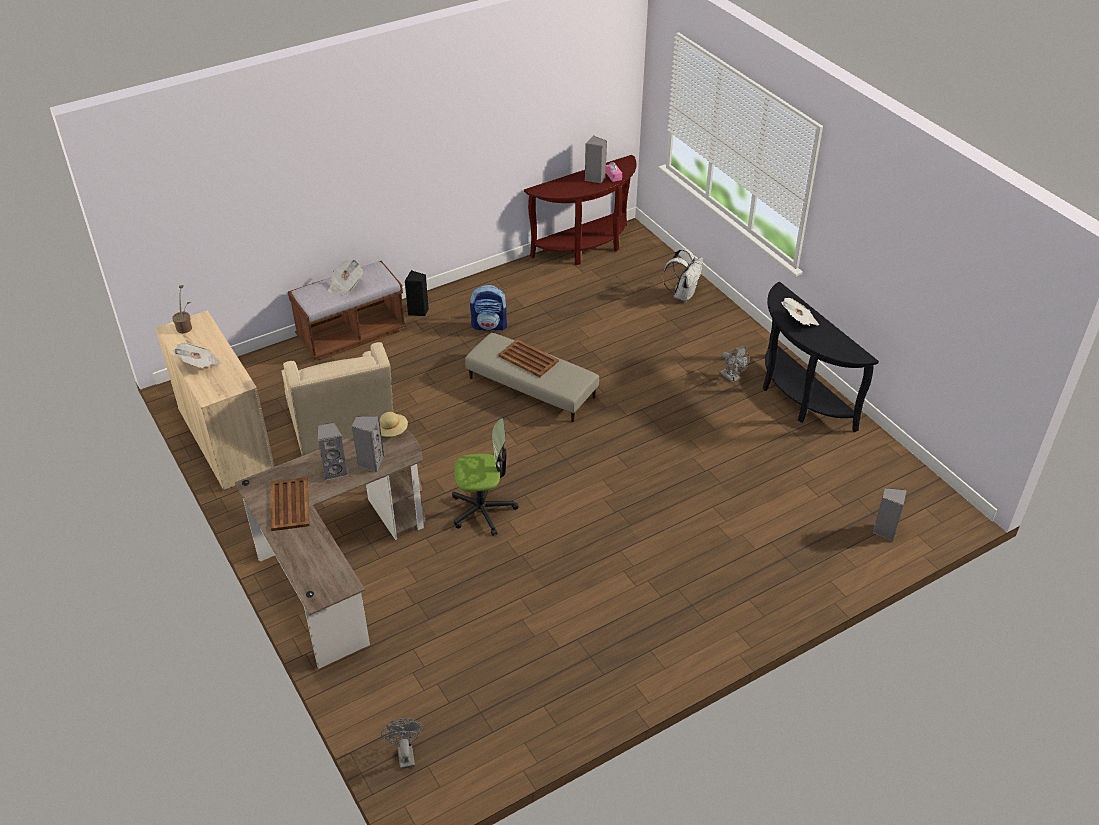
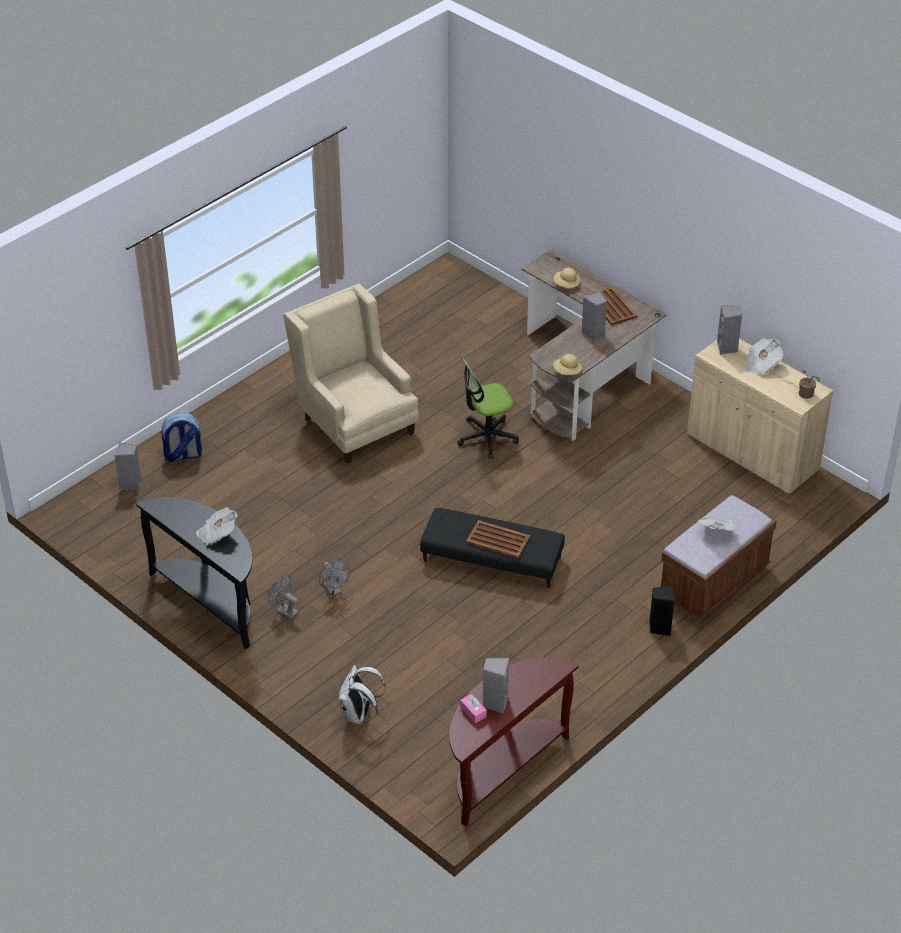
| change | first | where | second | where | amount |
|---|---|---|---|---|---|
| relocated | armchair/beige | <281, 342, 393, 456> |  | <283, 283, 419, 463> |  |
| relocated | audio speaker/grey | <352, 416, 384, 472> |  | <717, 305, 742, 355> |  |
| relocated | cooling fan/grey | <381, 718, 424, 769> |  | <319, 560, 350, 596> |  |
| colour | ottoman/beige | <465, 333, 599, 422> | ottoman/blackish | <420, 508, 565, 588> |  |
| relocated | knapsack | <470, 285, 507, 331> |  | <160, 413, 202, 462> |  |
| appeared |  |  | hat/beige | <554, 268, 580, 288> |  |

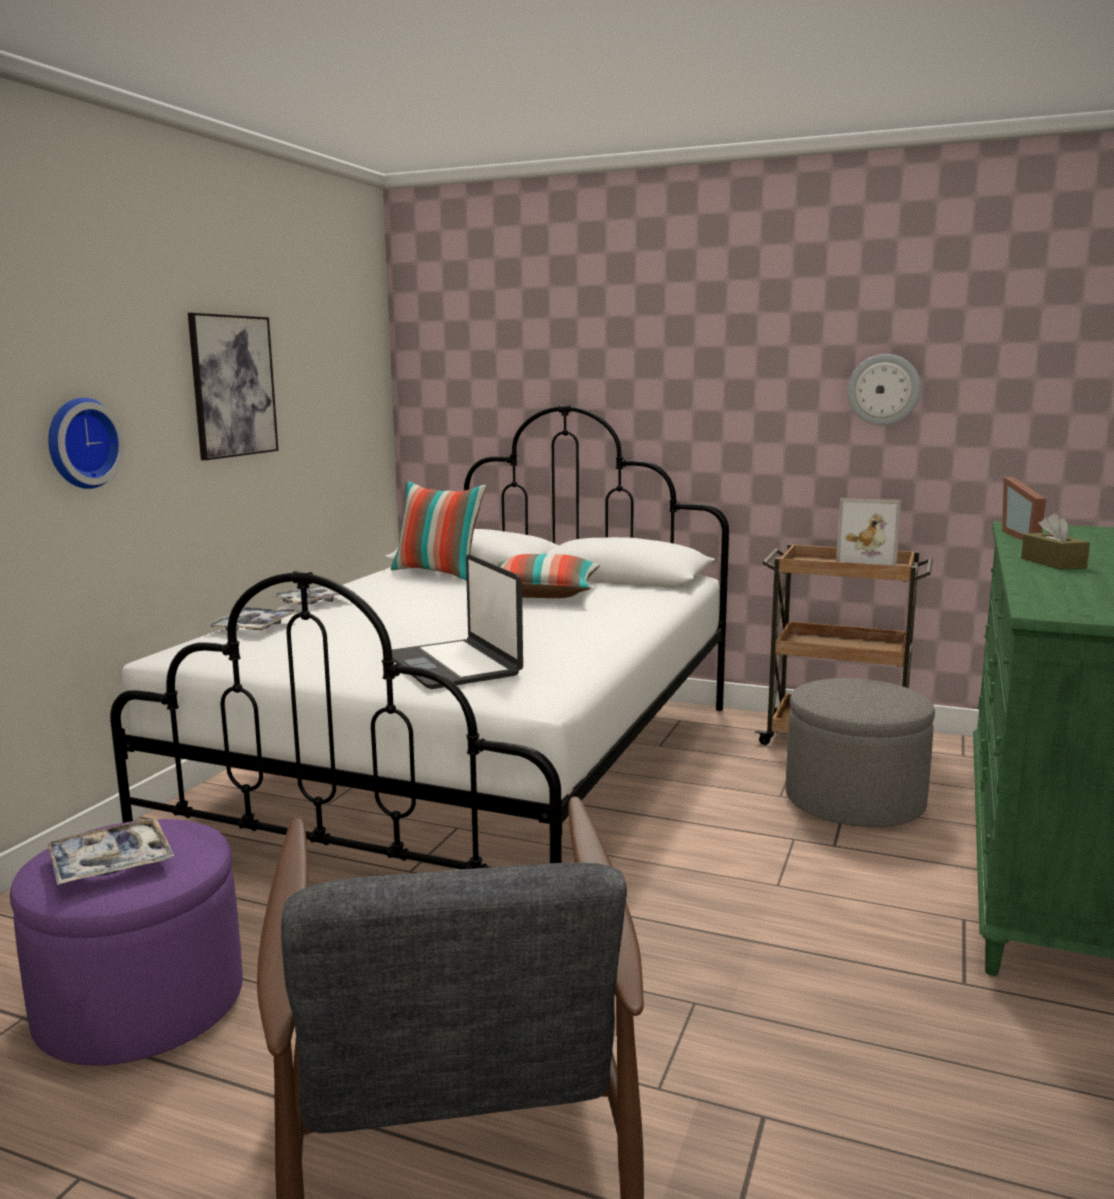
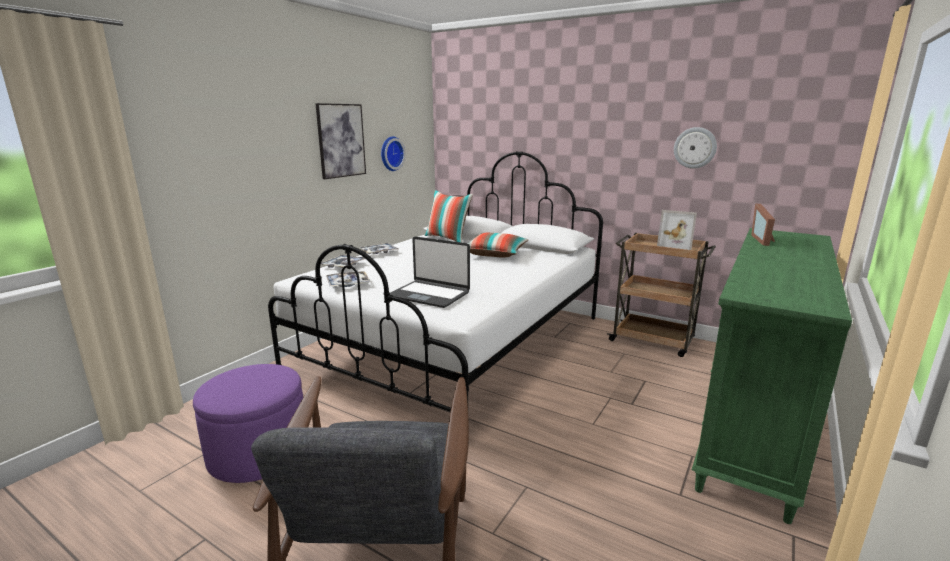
| change | first | where | second | where | amount |
|---|---|---|---|---|---|
| relocated | tray | <47, 818, 174, 885> |  | <326, 271, 371, 287> |  |
| relocated | clock on the wall | <48, 398, 125, 489> |  | <381, 136, 405, 171> |  |
| spun | portable computer | <392, 554, 523, 689> |  | <390, 237, 470, 308> | 45 degrees counterclockwise |
| missing | ottoman/grey | <786, 678, 935, 827> |  |  |  |
| missing | tissue holder/brown-coloured | <1021, 513, 1090, 569> |  |  |  |

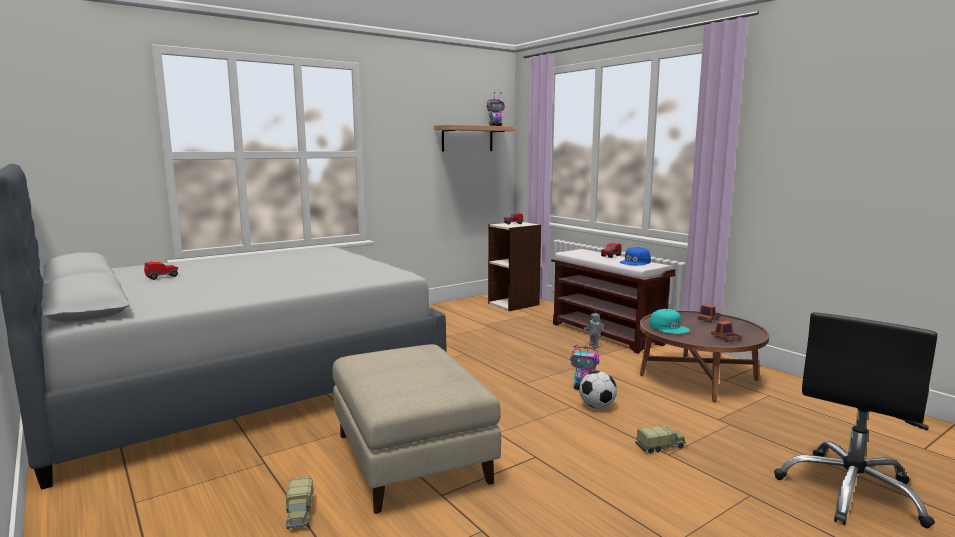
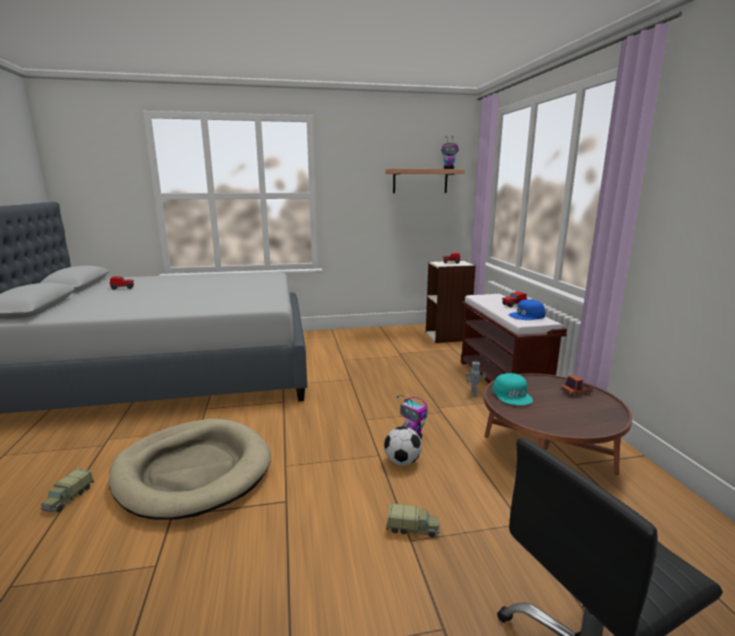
| change | first | where | second | where | amount |
|---|---|---|---|---|---|
| exchanged | ottoman/beige | <332, 344, 501, 514> | dog cushion/beige | <109, 419, 271, 520> |  |
| missing | toy lorry | <711, 321, 742, 342> |  |  |  |

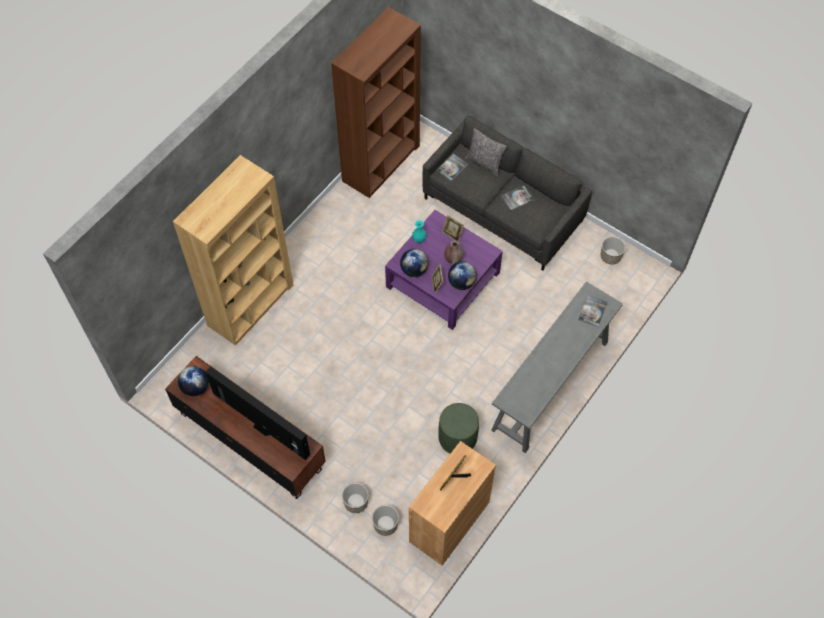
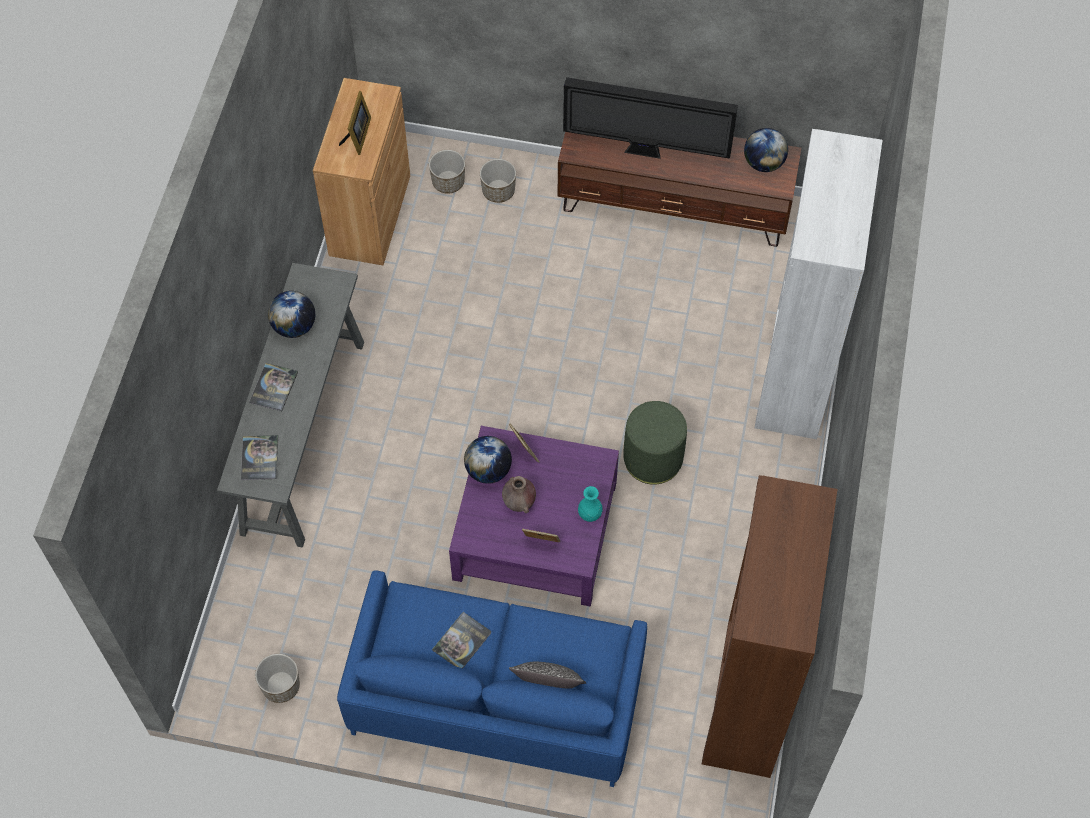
| change | first | where | second | where | amount |
|---|---|---|---|---|---|
| colour | shelving unit/brown-coloured | <173, 155, 293, 346> | shelving unit/whitish | <755, 129, 883, 439> |  |
| relocated | globe | <400, 249, 429, 277> |  | <268, 291, 315, 338> |  |
| colour | couch/grey | <423, 115, 592, 271> | couch/blue-coloured | <337, 570, 647, 787> |  |
| relocated | bound book | <436, 153, 468, 181> |  | <249, 363, 298, 411> |  |
| relocated | ottoman/green-coloured | <438, 403, 479, 454> |  | <623, 401, 687, 485> |  |

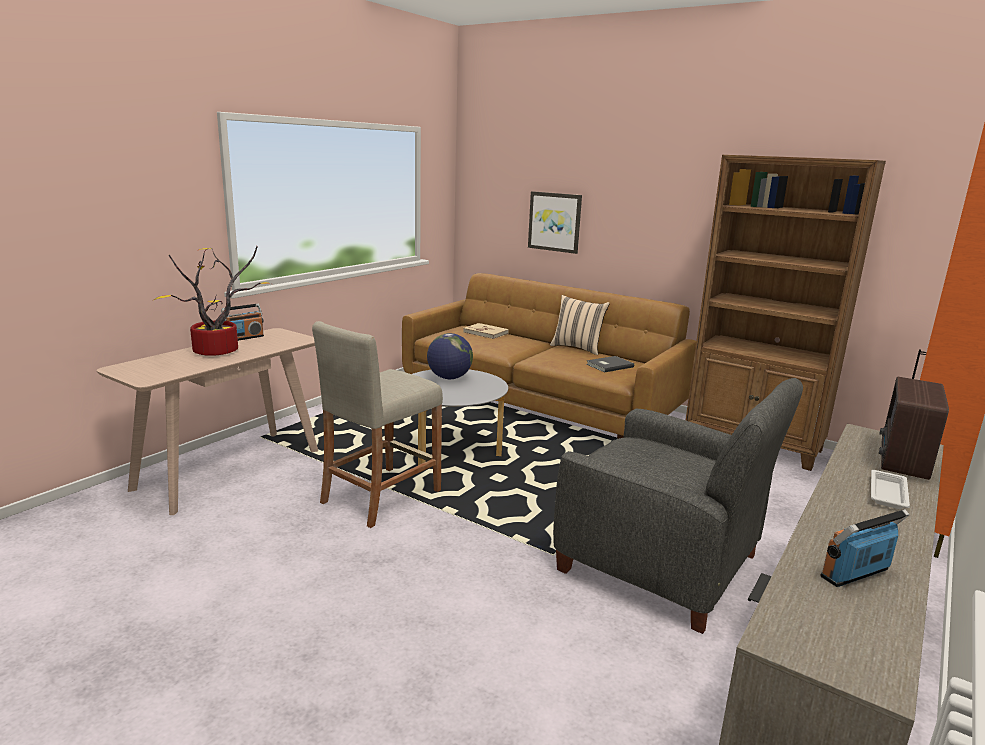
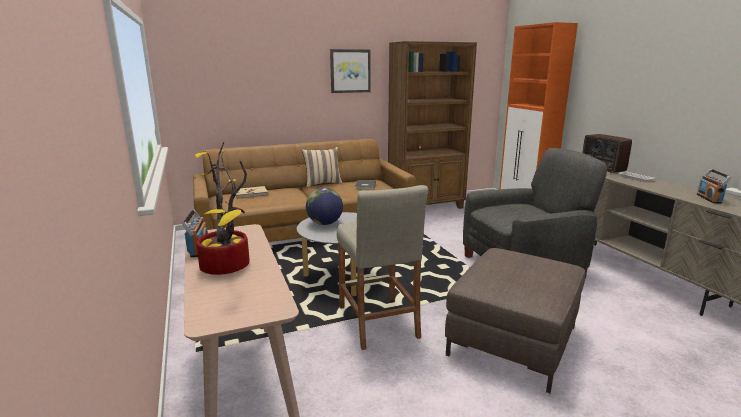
| change | first | where | second | where | amount |
|---|---|---|---|---|---|
| relocated | picture | <528, 191, 582, 254> |  | <330, 49, 371, 93> |  |
| appeared |  |  | ottoman/brown-coloured | <445, 248, 586, 393> |  |

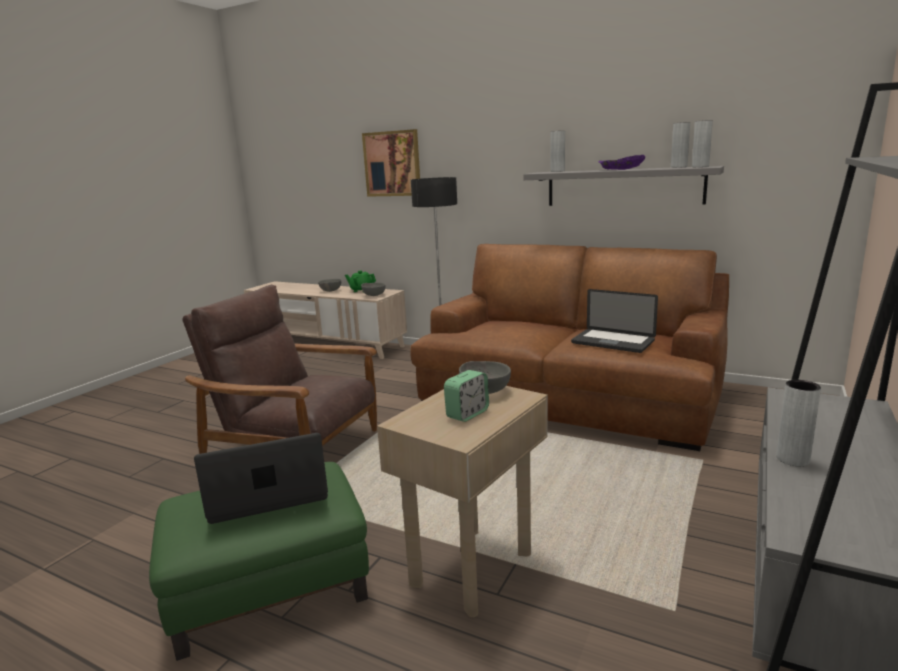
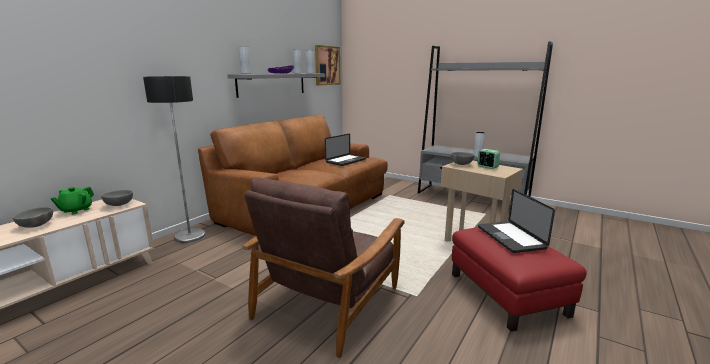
| change | first | where | second | where | amount |
|---|---|---|---|---|---|
| colour | ottoman/green-coloured | <149, 462, 369, 661> | ottoman/red-coloured | <452, 227, 587, 332> |  |
| relocated | picture | <362, 129, 420, 197> |  | <315, 45, 340, 86> |  |

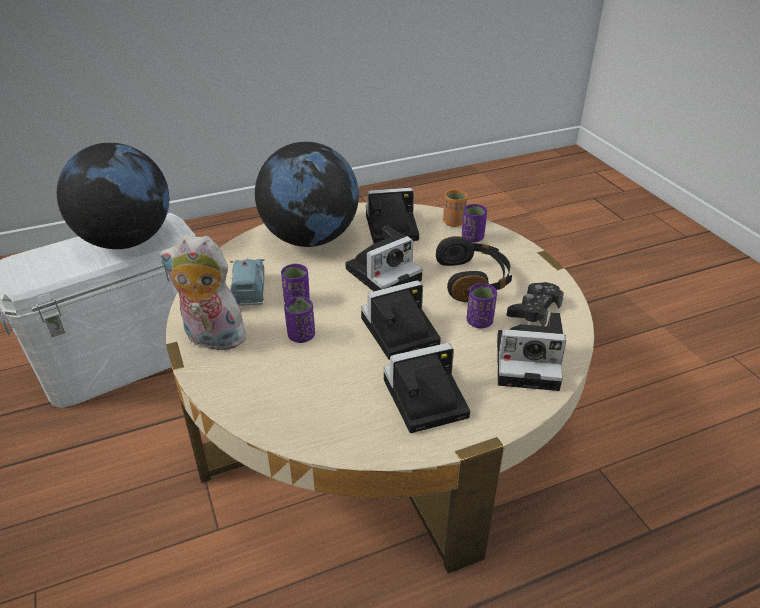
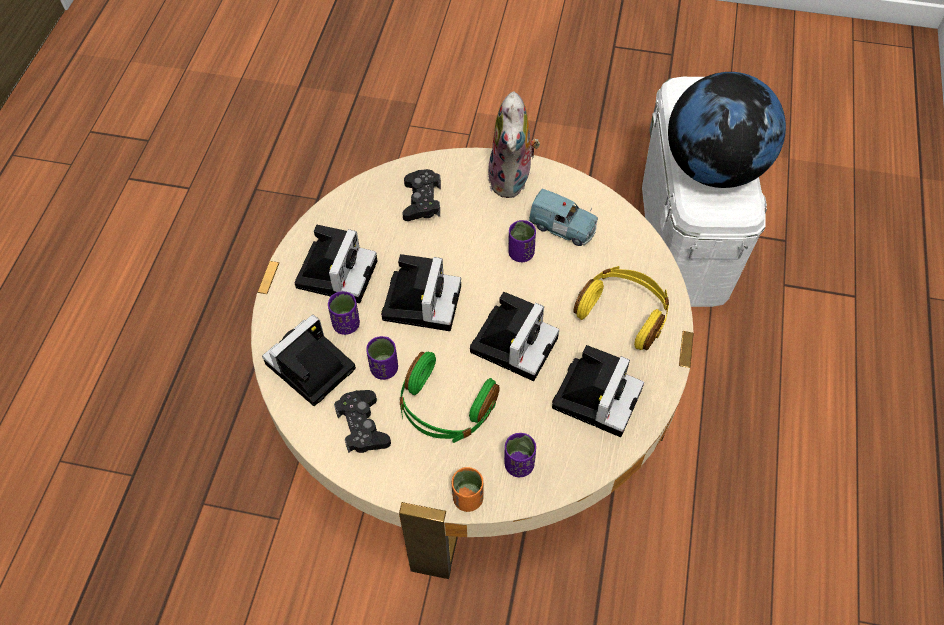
| change | first | where | second | where | amount |
|---|---|---|---|---|---|
| spun | cuddly toy | <159, 234, 253, 350> |  | <488, 92, 540, 198> | 135 degrees clockwise |
| exchanged | globe | <255, 142, 359, 247> | headset/yellow | <574, 266, 669, 350> |  |
| relocated | cup/purple | <284, 297, 315, 343> |  | <327, 291, 360, 335> |  |
| spun | still camera | <346, 226, 423, 292> |  | <470, 292, 559, 381> | 150 degrees counterclockwise |
| colour | headset/blackish | <436, 236, 512, 302> | headset/green-coloured | <400, 352, 499, 443> |  |
| relocated | cup/orangey | <443, 189, 467, 227> |  | <452, 467, 484, 512> |  |
| appeared |  |  | game controller/blackish | <402, 169, 441, 221> |  |

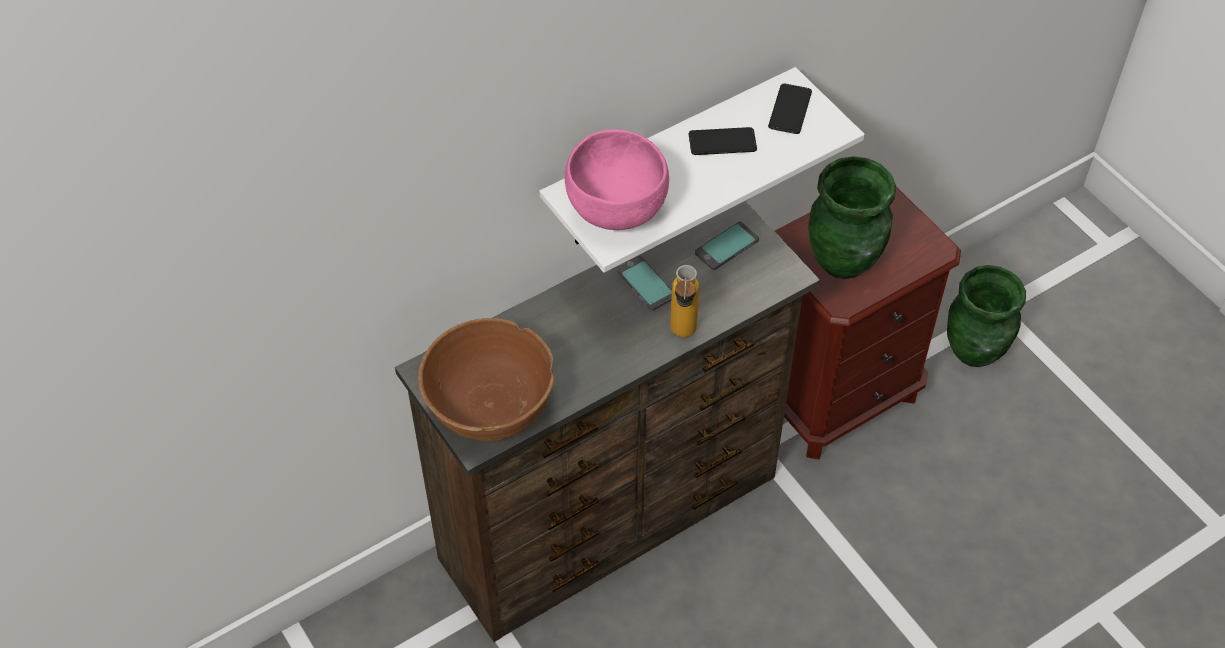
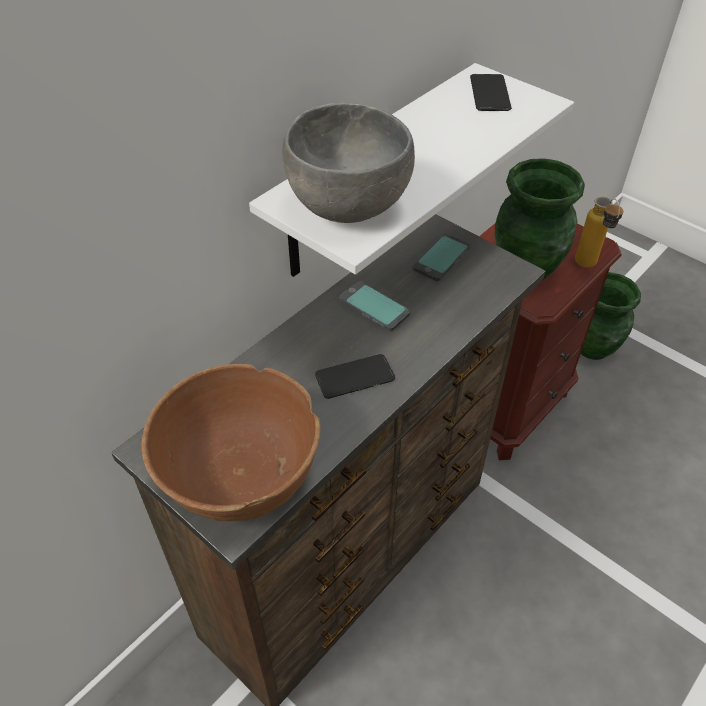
| change | first | where | second | where | amount |
|---|---|---|---|---|---|
| colour | bowl/pink | <565, 129, 669, 230> | bowl/grey | <282, 103, 415, 223> |  |
| relocated | bottle | <670, 265, 700, 337> |  | <575, 197, 623, 268> |  |
| relocated | telephone | <689, 127, 757, 155> |  | <315, 354, 395, 399> |  |

